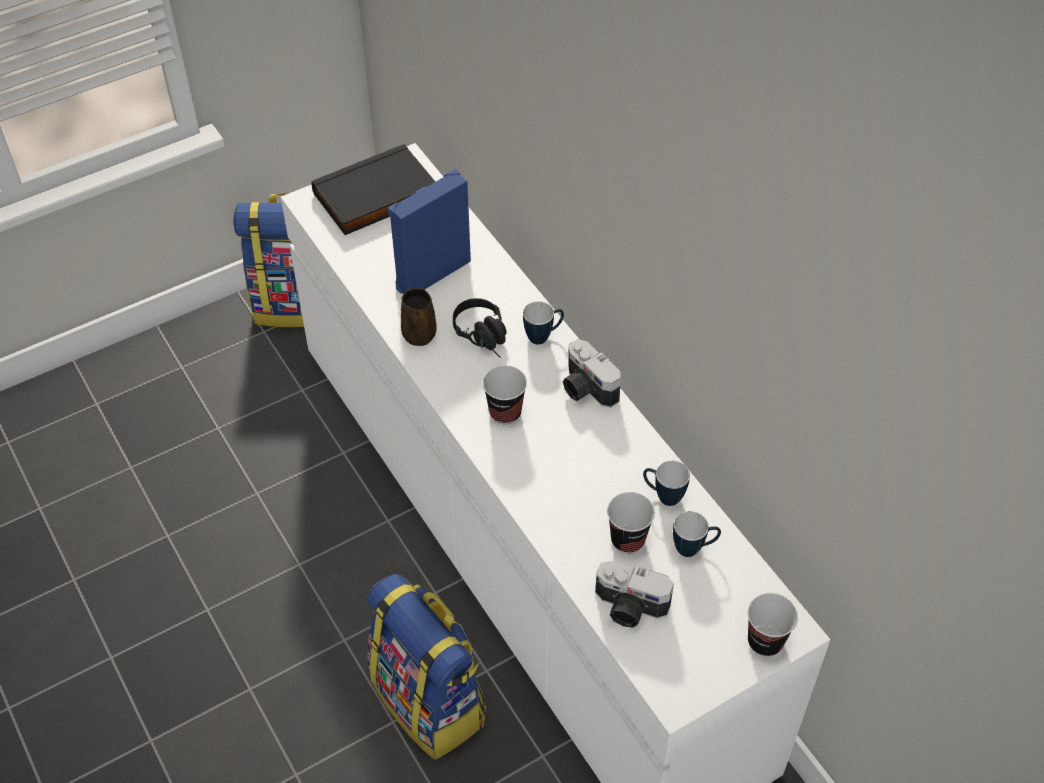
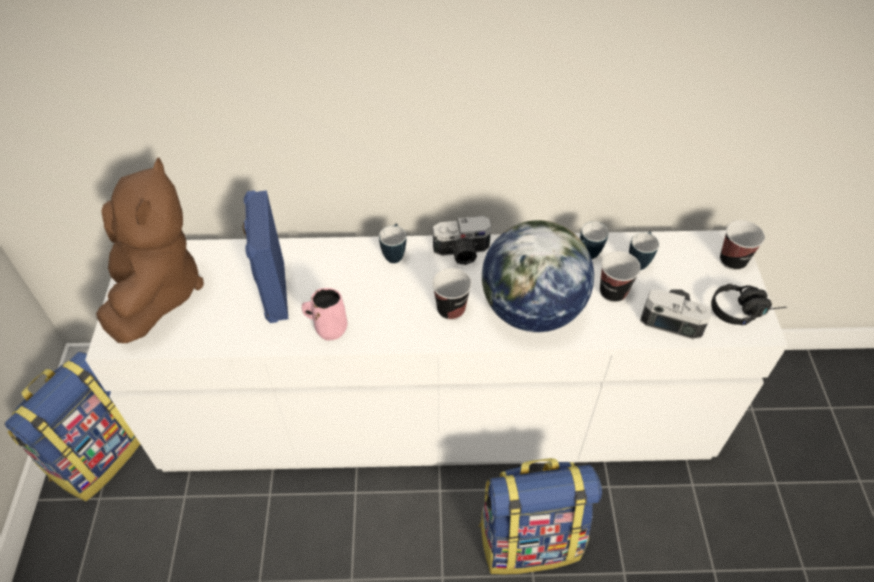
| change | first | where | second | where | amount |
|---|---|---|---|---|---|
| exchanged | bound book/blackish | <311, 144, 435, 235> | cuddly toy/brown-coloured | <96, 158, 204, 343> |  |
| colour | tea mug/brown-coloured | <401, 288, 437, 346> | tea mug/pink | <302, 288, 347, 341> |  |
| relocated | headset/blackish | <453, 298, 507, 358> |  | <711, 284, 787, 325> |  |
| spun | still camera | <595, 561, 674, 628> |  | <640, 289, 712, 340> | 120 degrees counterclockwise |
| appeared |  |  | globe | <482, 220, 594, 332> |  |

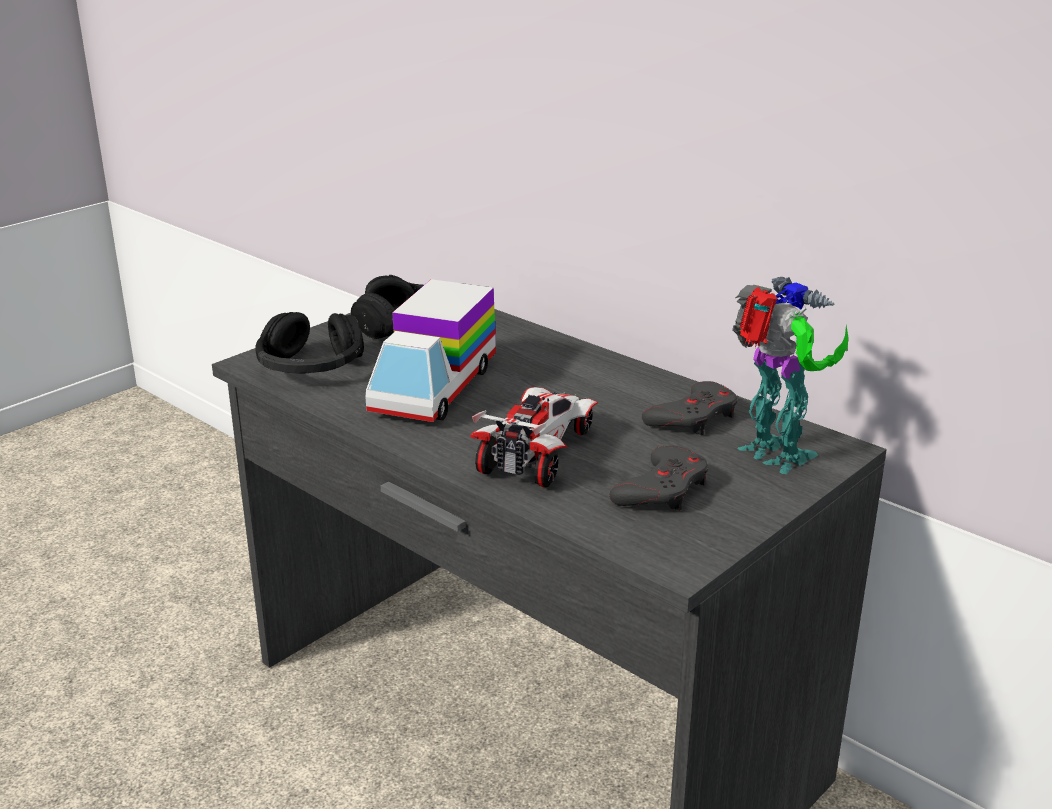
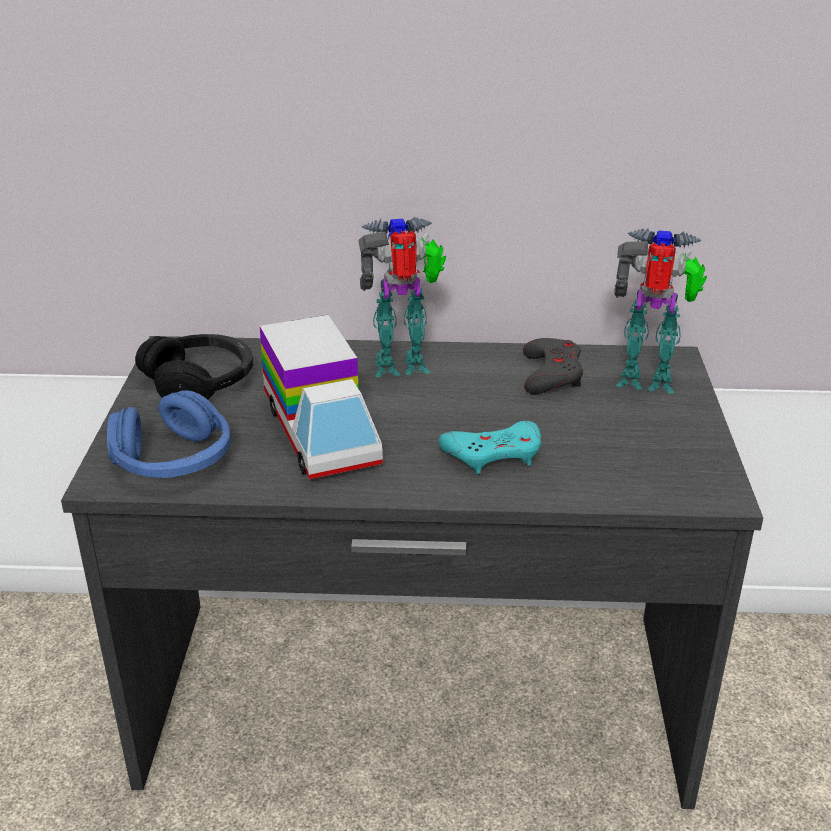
| change | first | where | second | where | amount |
|---|---|---|---|---|---|
| colour | headset/blackish | <256, 312, 364, 374> | headset/blue-coloured | <107, 390, 231, 478> |  |
| exchanged | toy car | <470, 387, 598, 487> | game controller/blue-green | <439, 421, 541, 474> |  |
| missing | game controller/grey | <609, 445, 708, 511> |  |  |  |
| appeared |  |  | model robot | <358, 217, 446, 377> |  |

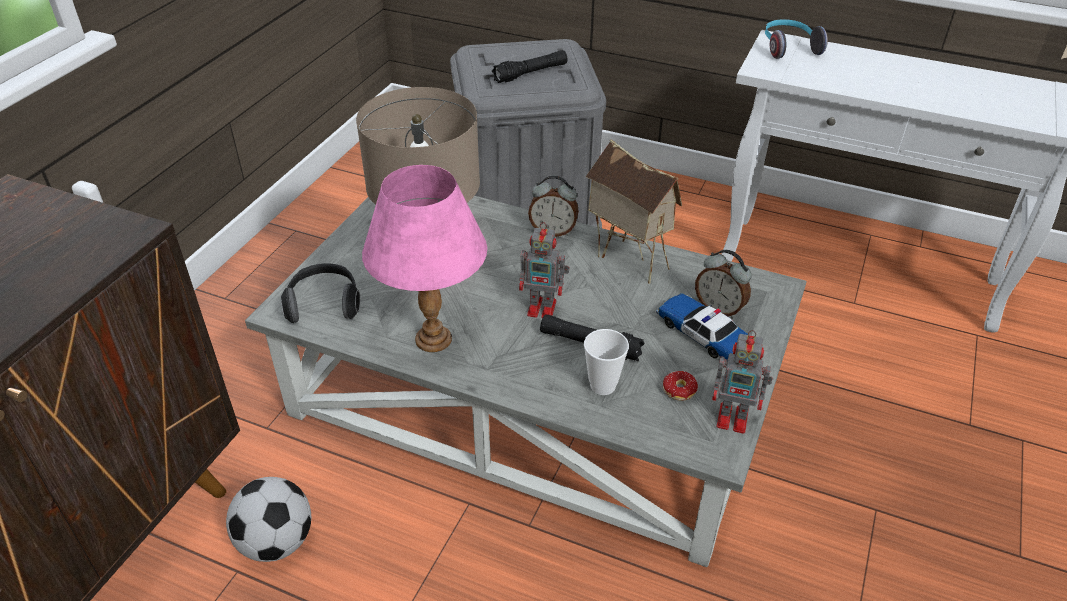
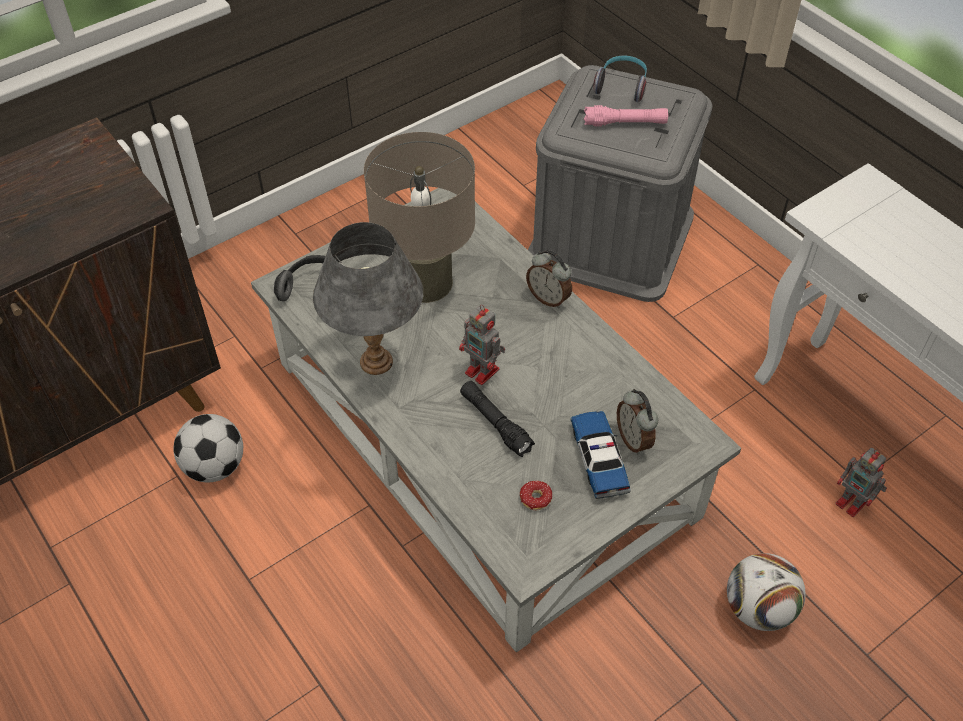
| change | first | where | second | where | amount |
|---|---|---|---|---|---|
| colour | table lamp/pink | <362, 165, 487, 352> | table lamp/grey | <313, 222, 423, 375> |  |
| colour | flashlight/blackish | <492, 50, 568, 83> | flashlight/pink | <584, 105, 668, 126> |  |
| missing | cup | <584, 329, 629, 395> |  |  |  |
| missing | toy house | <586, 139, 682, 284> |  |  |  |
| relocated | model robot | <712, 330, 773, 434> |  | <835, 448, 887, 517> |  |
| relocated | headset | <765, 19, 828, 59> |  | <593, 56, 647, 102> |  |
| appeared |  |  | football | <727, 553, 806, 631> |  |

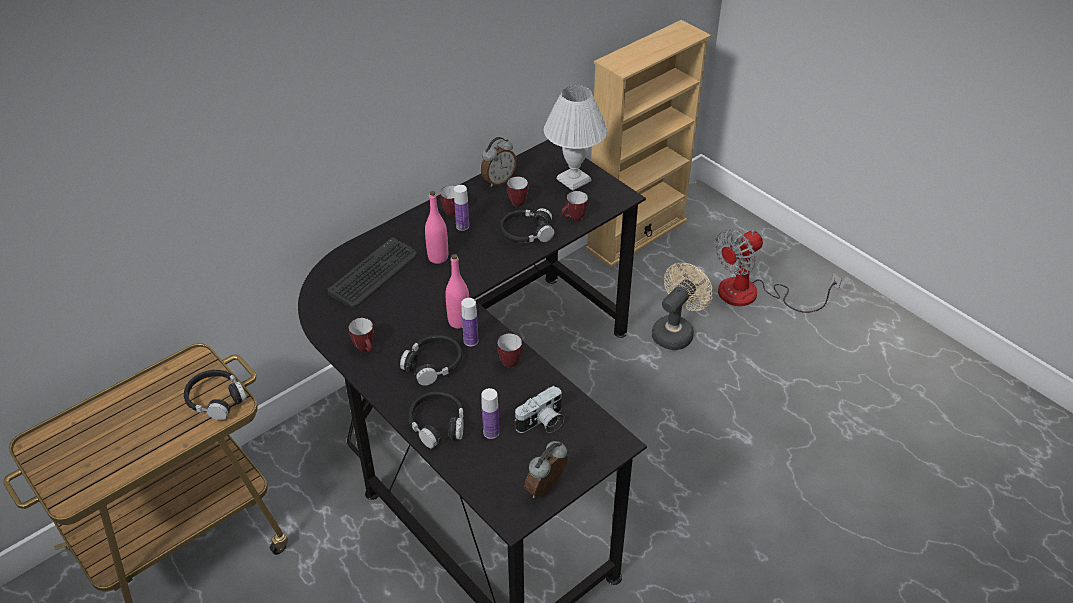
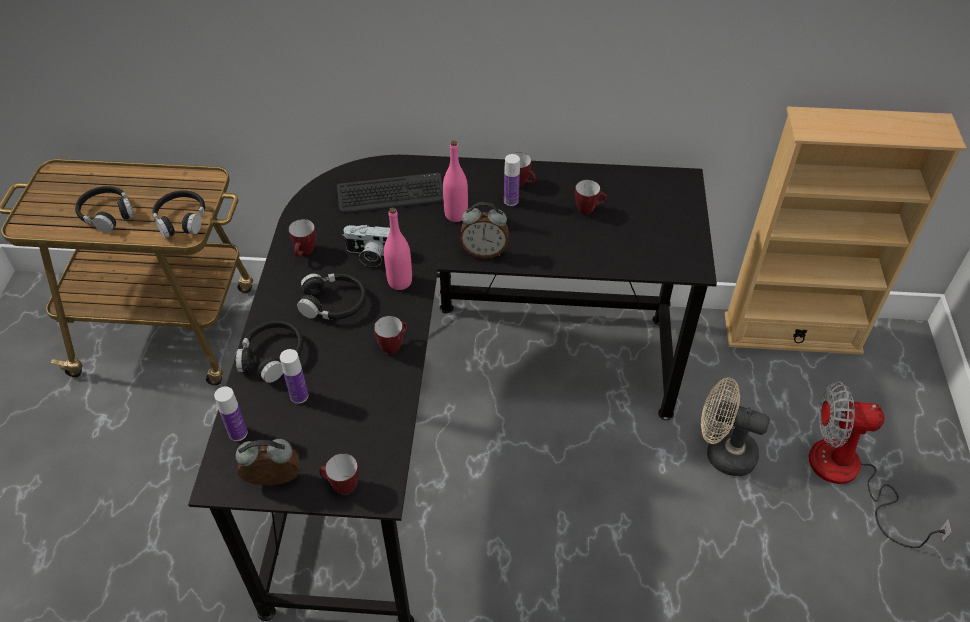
| change | first | where | second | where | amount |
|---|---|---|---|---|---|
| relocated | bottle | <461, 298, 478, 346> |  | <214, 386, 248, 441> |  |
| relocated | alarm clock | <481, 137, 517, 187> |  | <460, 202, 509, 258> |  |
| relocated | headset/blackish | <500, 208, 554, 243> |  | <75, 186, 135, 233> |  |
| relocated | still camera | <515, 386, 564, 433> |  | <343, 225, 390, 267> |  |
| missing | table lamp/whitish | <544, 85, 607, 191> |  |  |  |
| relocated | tea mug | <561, 191, 588, 221> |  | <319, 453, 359, 495> |  |
| spun | cooling fan/beige | <652, 263, 713, 350> |  | <701, 377, 770, 476> | 150 degrees counterclockwise |

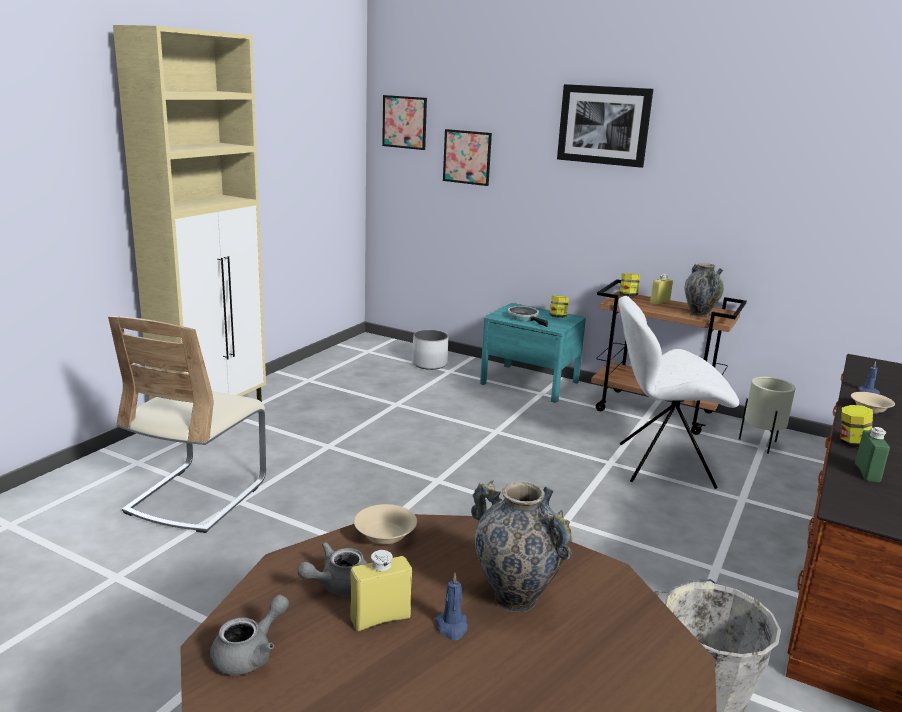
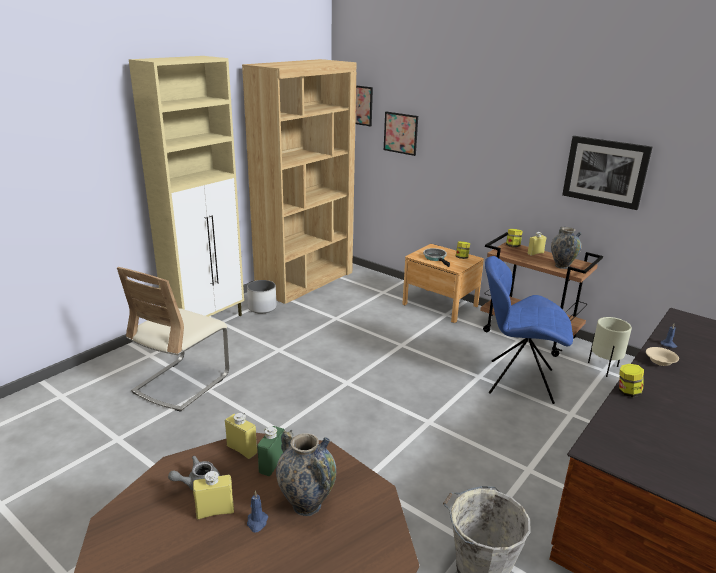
| change | first | where | second | where | amount |
|---|---|---|---|---|---|
| missing | tea pot/grey | <210, 595, 289, 675> |  |  |  |
| exchanged | bowl/beige | <354, 504, 417, 544> | bottle/yellow | <225, 413, 257, 459> |  |
| relocated | planter/whitish | <412, 330, 448, 370> |  | <247, 280, 277, 313> |  |
| colour | night table/blue-green | <480, 303, 586, 402> | night table/brown-coloured | <402, 244, 484, 323> |  |
| relocated | picture | <557, 84, 653, 168> |  | <562, 136, 652, 210> |  |
| colour | plain chair/whitish | <618, 296, 739, 489> | plain chair/blue-coloured | <485, 256, 573, 404> |  |
| relocated | bottle/green-coloured | <855, 427, 890, 483> |  | <257, 426, 284, 476> |  |
| appeared |  |  | shelving unit/brown-coloured | <242, 59, 356, 304> |  |

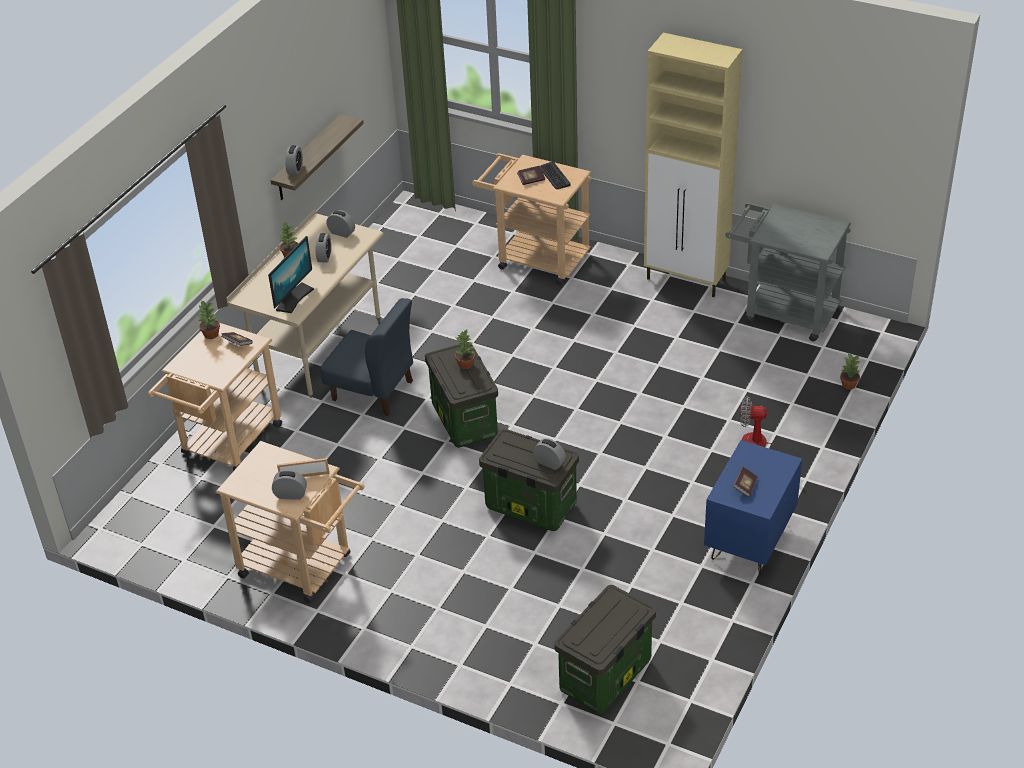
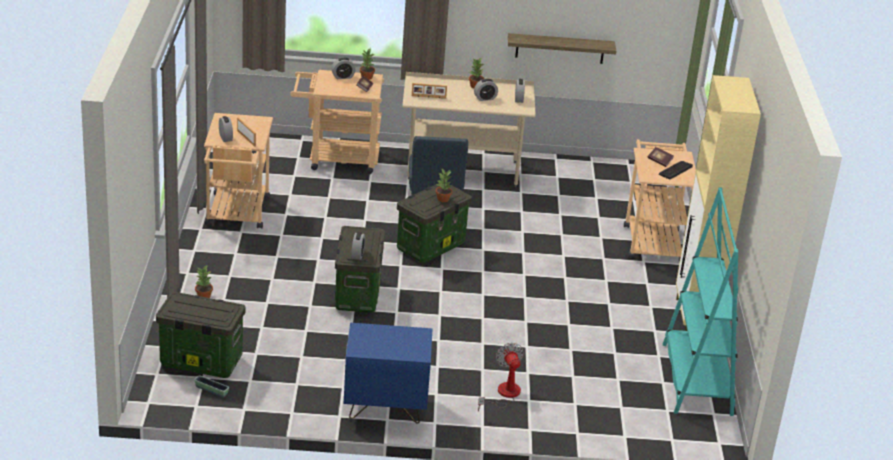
| change | first | where | second | where | amount |
|---|---|---|---|---|---|
| exchanged | monitor | <268, 236, 314, 313> | picture frame | <412, 83, 447, 99> |  |
| relocated | alarm clock | <285, 145, 303, 175> |  | <332, 57, 355, 79> |  |
| exchanged | trolley/grey | <725, 202, 851, 342> | shelving unit/blue-green | <663, 187, 738, 416> |  |
| missing | bound book | <733, 467, 758, 497> |  |  |  |
| relocated | potted plant | <840, 352, 860, 389> |  | <195, 265, 213, 298> |  |
| appeared |  |  | planter | <194, 375, 229, 398> |  |

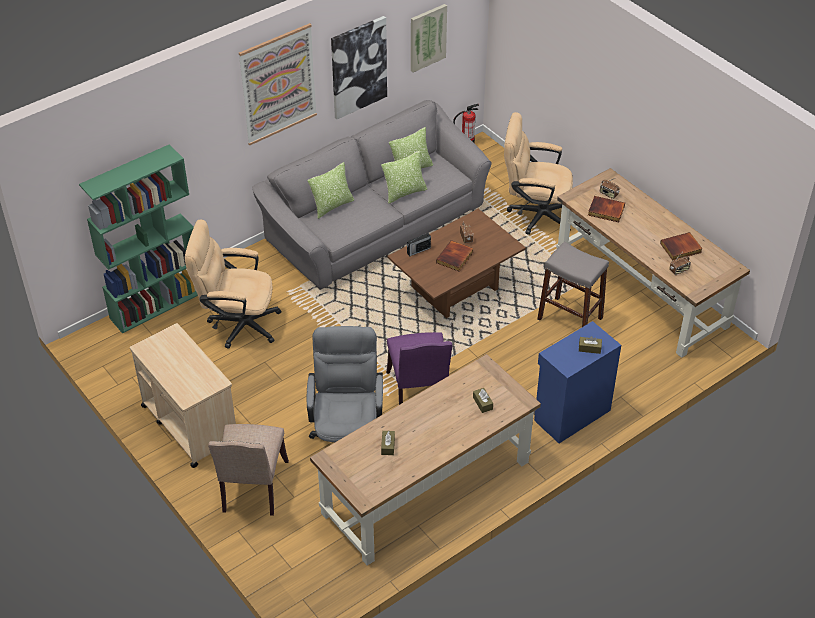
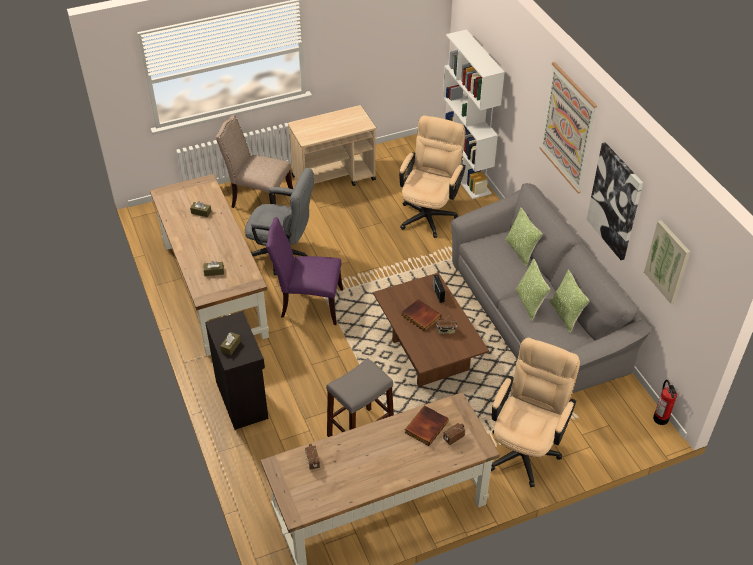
| change | first | where | second | where | amount |
|---|---|---|---|---|---|
| colour | shelving unit/green-coloured | <79, 144, 198, 334> | shelving unit/whitish | <443, 30, 505, 199> |  |
| colour | cupboard/blue-coloured | <534, 321, 621, 443> | cupboard/blackish | <205, 311, 269, 430> |  |
| missing | bound book | <660, 232, 702, 260> |  |  |  |

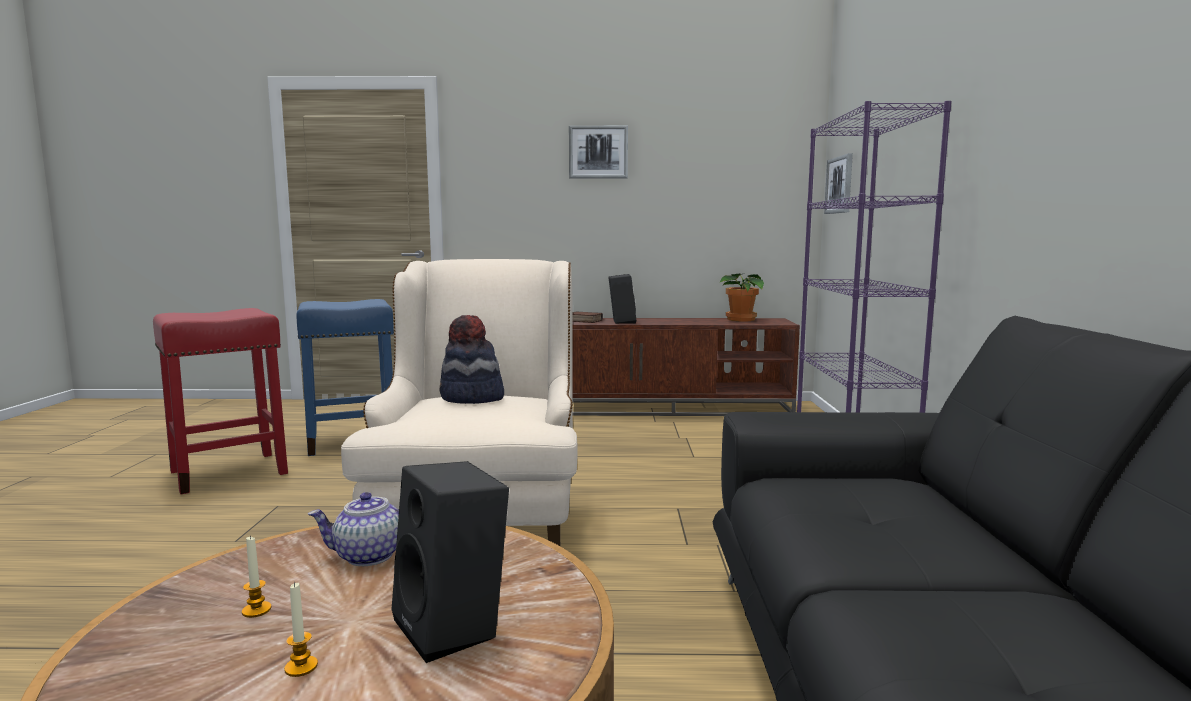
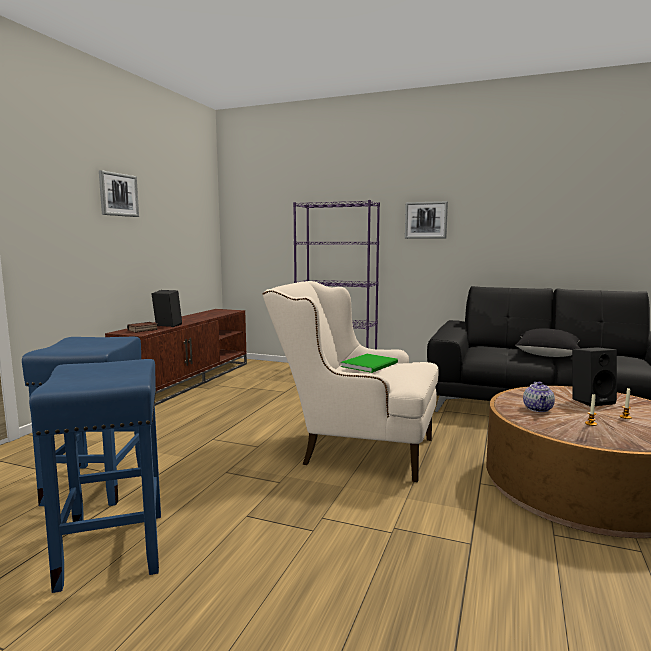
| change | first | where | second | where | amount |
|---|---|---|---|---|---|
| colour | stool seat/red-coloured | <153, 308, 288, 494> | stool seat/blue-coloured | <29, 359, 161, 593> |  |
| exchanged | hat | <440, 315, 504, 404> | bound book/green-coloured | <341, 354, 398, 373> |  |
| missing | potted plant | <719, 273, 764, 322> |  |  |  |
| relocated | picture | <824, 153, 853, 214> |  | <405, 201, 448, 239> |  |
| appeared |  |  | throw pillow/blackish | <515, 328, 580, 357> |  |

